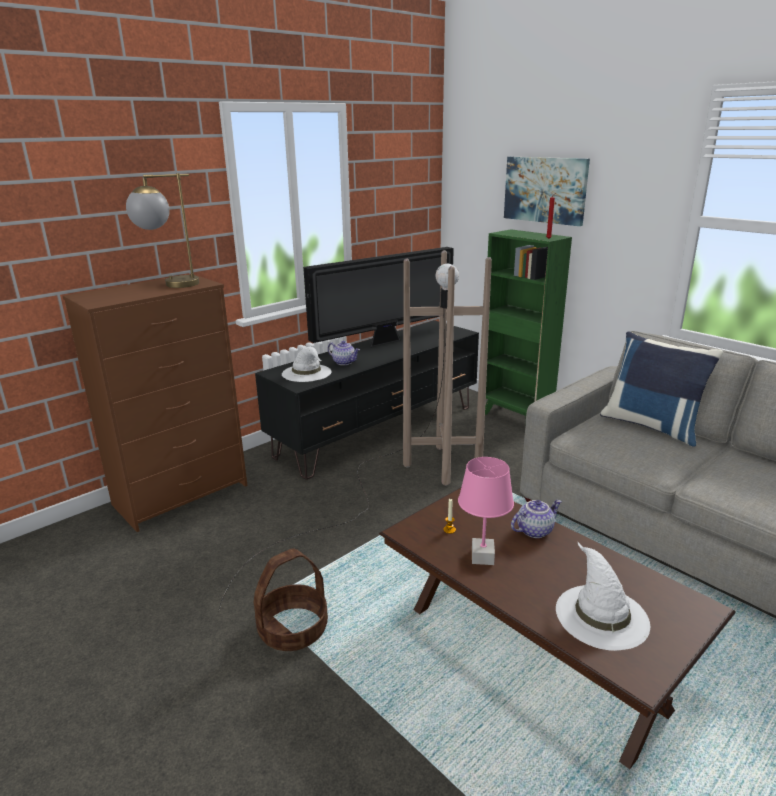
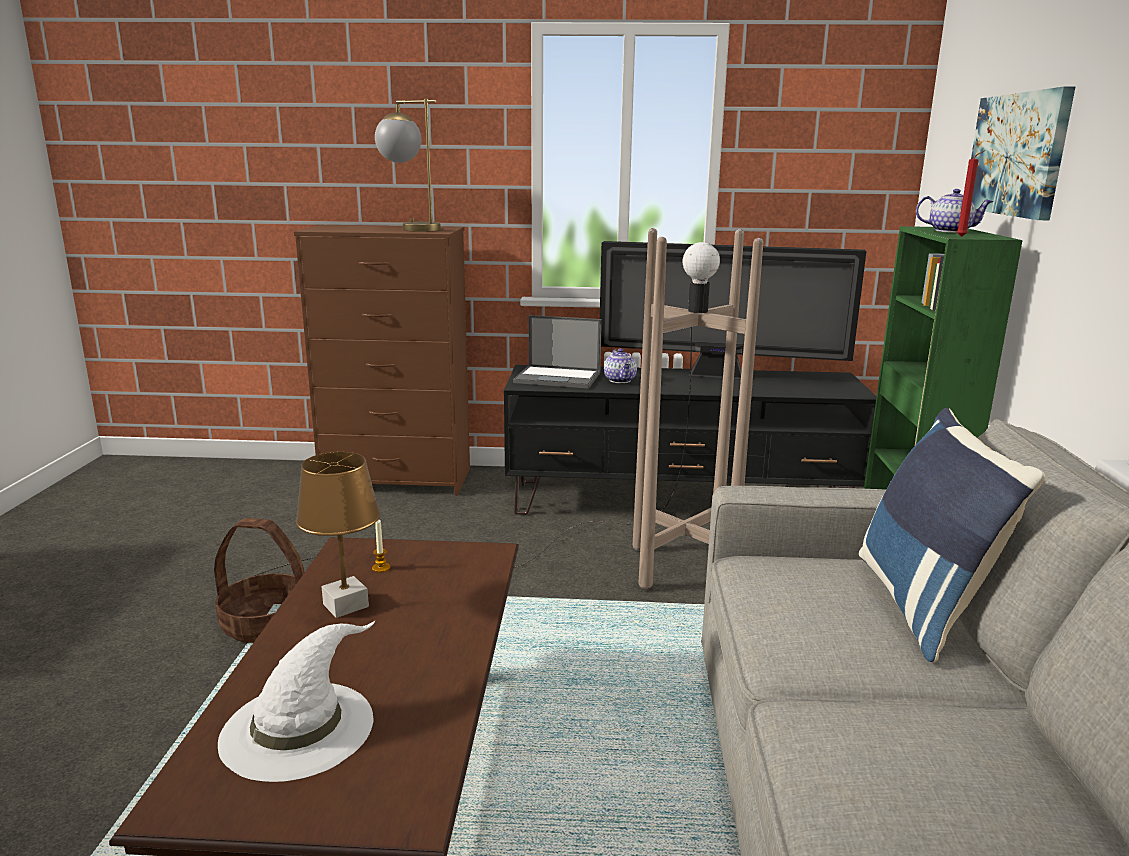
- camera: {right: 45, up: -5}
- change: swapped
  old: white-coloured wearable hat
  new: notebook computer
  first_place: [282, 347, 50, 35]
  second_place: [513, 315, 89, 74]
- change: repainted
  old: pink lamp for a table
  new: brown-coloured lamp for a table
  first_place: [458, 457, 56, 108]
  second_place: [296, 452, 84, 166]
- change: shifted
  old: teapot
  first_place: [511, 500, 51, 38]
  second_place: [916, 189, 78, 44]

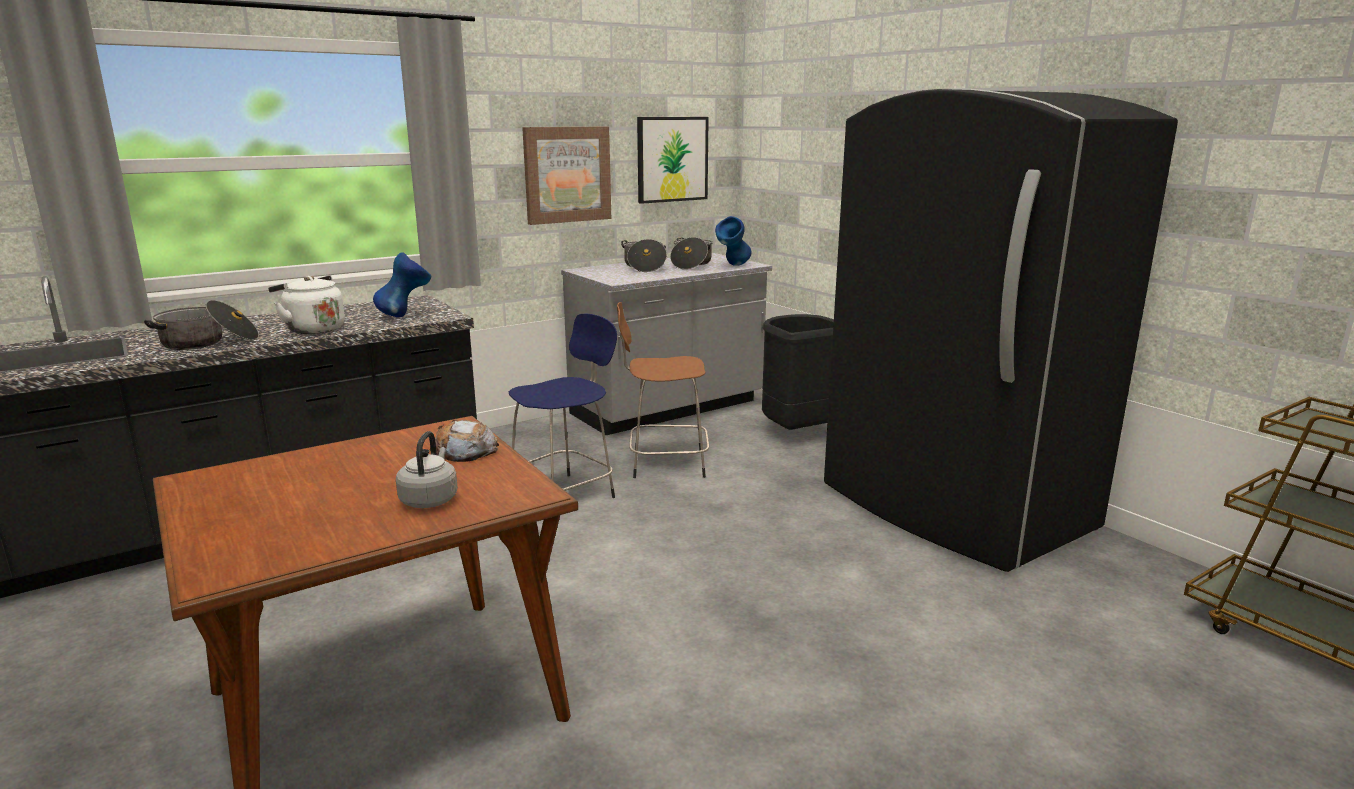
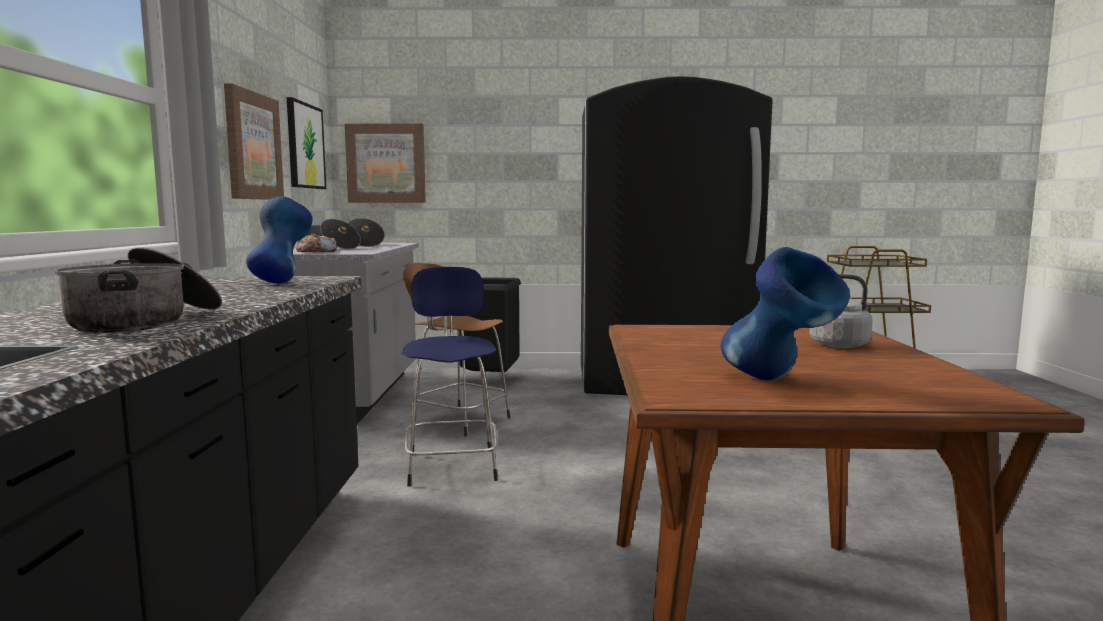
- camera: {right: -55, up: -10}
- change: gone
  old: white-coloured kettle
  first_place: [268, 276, 77, 58]
- change: shifted
  old: bakery bread
  first_place: [430, 419, 69, 43]
  second_place: [296, 233, 41, 19]
- change: shifted
  old: blue flower vase
  first_place: [715, 216, 37, 50]
  second_place: [720, 247, 130, 133]
- change: new
  new: wall art
  second_place: [345, 123, 81, 80]

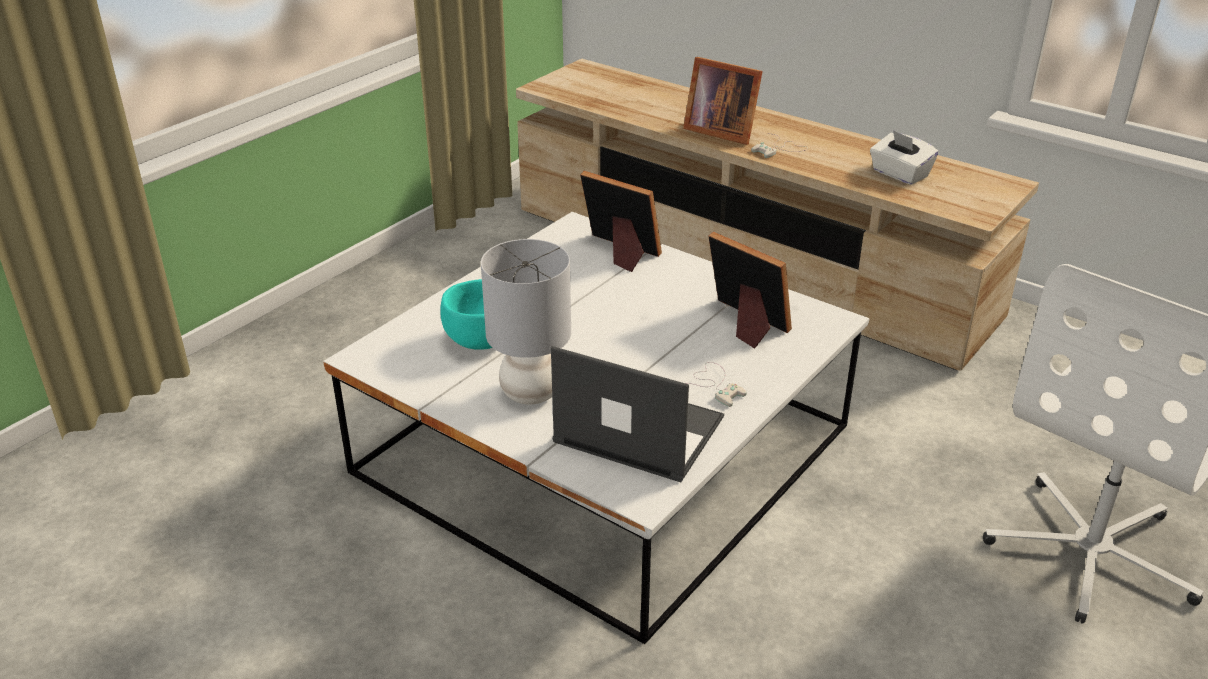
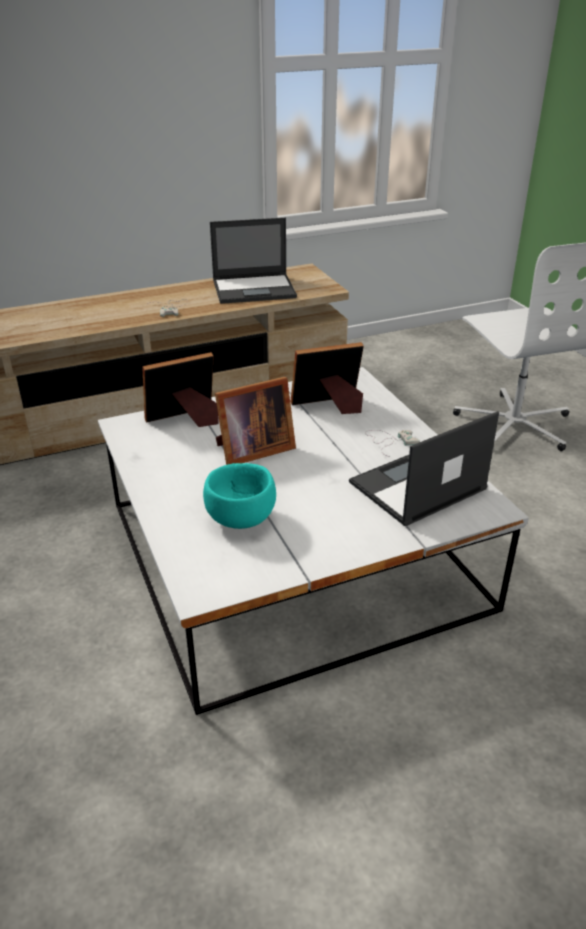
- camera: {right: -60, up: 0}
- change: gone
  old: greyish lamp for a table
  first_place: [481, 239, 90, 165]
- change: shifted
  old: standing frame
  first_place: [683, 57, 80, 88]
  second_place: [215, 377, 81, 88]
- change: swapped
  old: white-coloured tissue box
  new: notebook computer
  first_place: [870, 130, 69, 55]
  second_place: [210, 218, 87, 86]

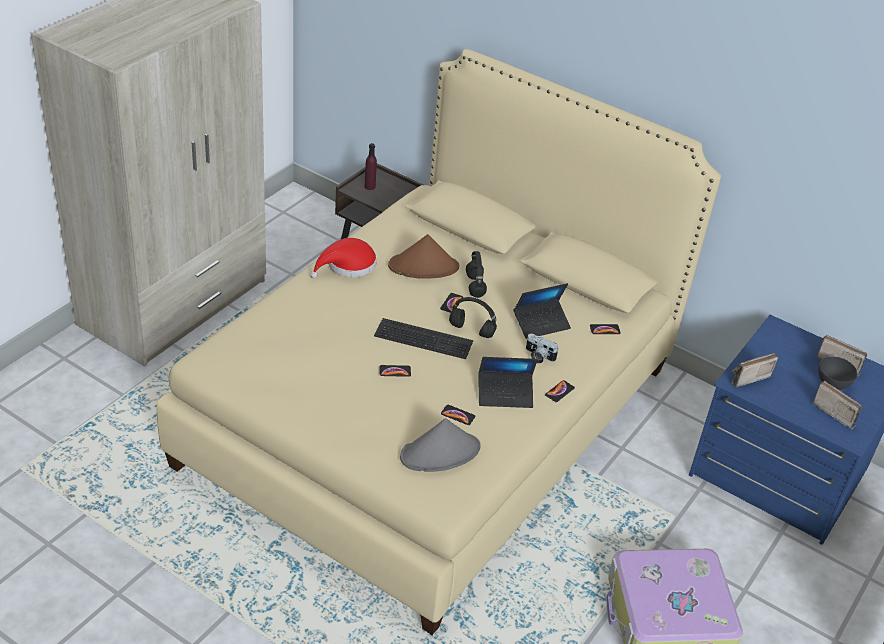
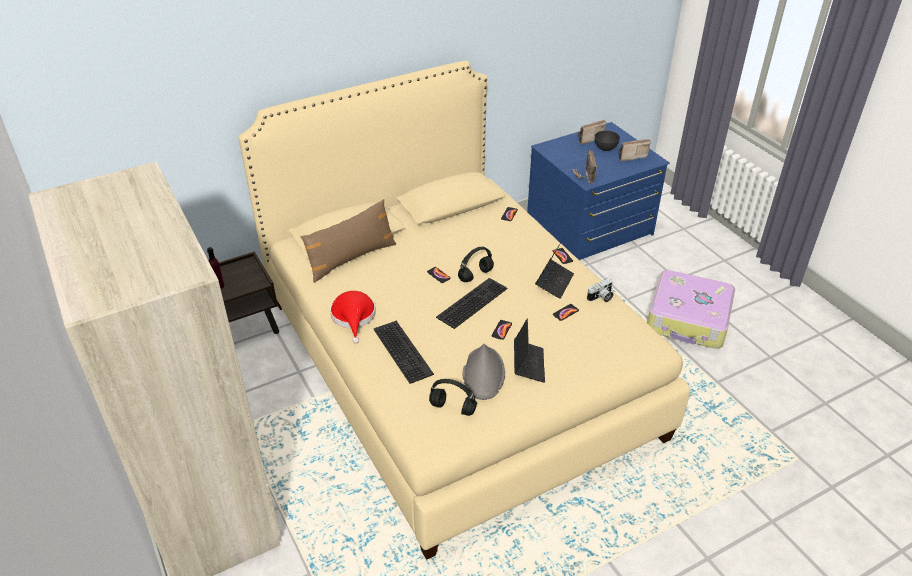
- camera: {right: -60, up: 0}
- change: gone
  old: brown-coloured wearable hat
  first_place: [388, 234, 71, 45]
- change: shifted
  old: greyish wearable hat
  first_place: [400, 418, 81, 54]
  second_place: [463, 344, 42, 56]
- change: shifted
  old: blackish headset
  first_place: [466, 251, 21, 47]
  second_place: [429, 379, 48, 37]
- change: shifted
  old: notebook computer
  first_place: [514, 283, 57, 56]
  second_place: [514, 319, 31, 64]
- change: shifted
  old: photo camera
  first_place: [526, 334, 33, 30]
  second_place: [587, 278, 26, 24]
- change: new
  new: brown-coloured throw pillow
  second_place: [300, 199, 97, 84]
- change: new
  new: keyboard
  second_place: [374, 321, 60, 63]

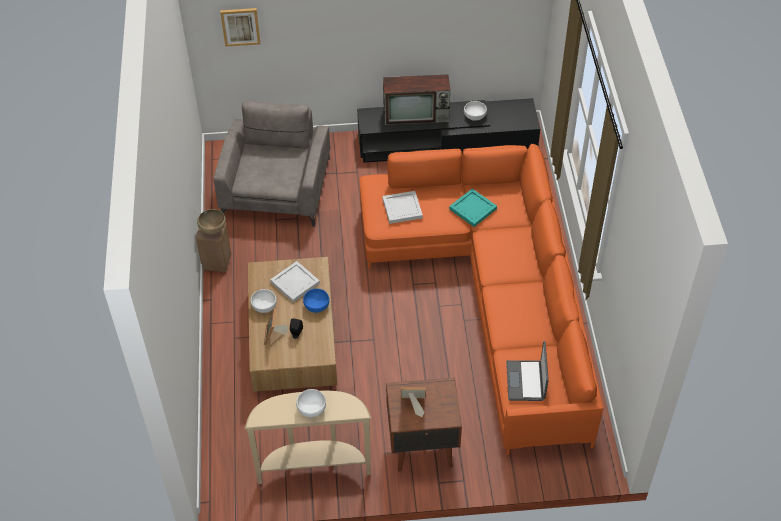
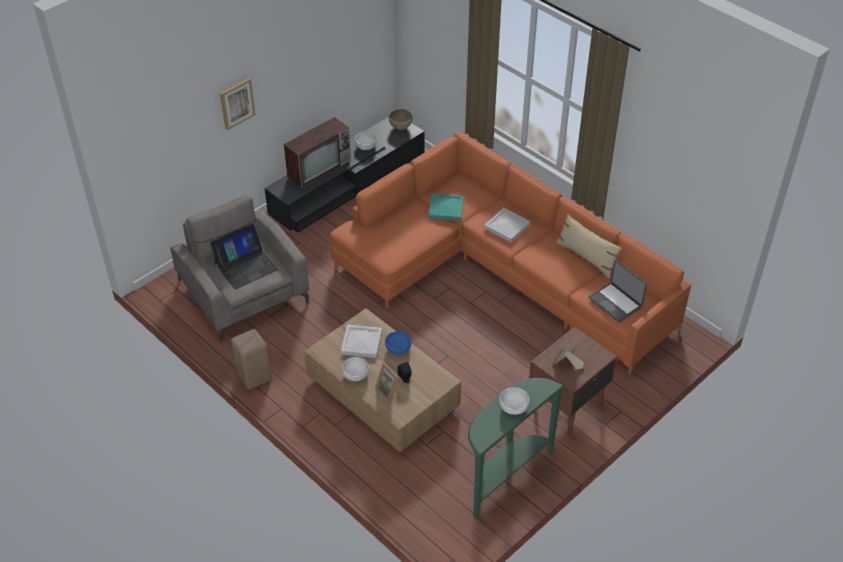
- camera: {right: -40, up: -5}
- change: shifted
  old: brown-coloured bowl
  first_place: [197, 209, 29, 25]
  second_place: [389, 109, 24, 21]
- change: shifted
  old: wall art
  first_place: [220, 8, 41, 39]
  second_place: [220, 78, 36, 52]
- change: repainted
  old: beige narrow table
  new: green-coloured narrow table
  first_place: [245, 391, 126, 93]
  second_place: [468, 378, 96, 141]
- change: shifted
  old: white-coloured tray
  first_place: [382, 191, 41, 33]
  second_place: [484, 208, 46, 34]
- change: new
  new: notebook computer
  second_place: [210, 224, 68, 65]
- change: new
  new: beige throw pillow
  second_place: [556, 214, 66, 65]

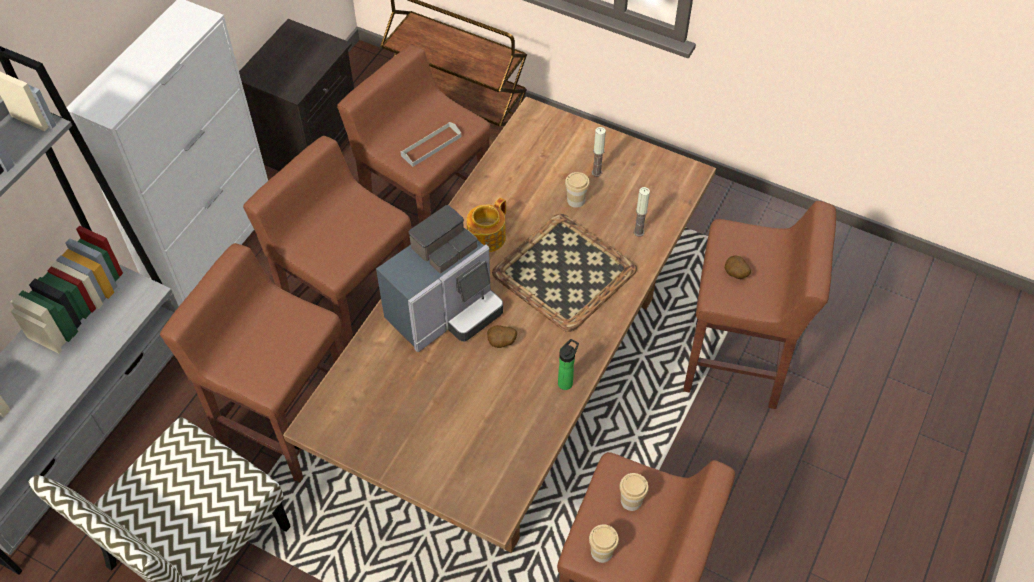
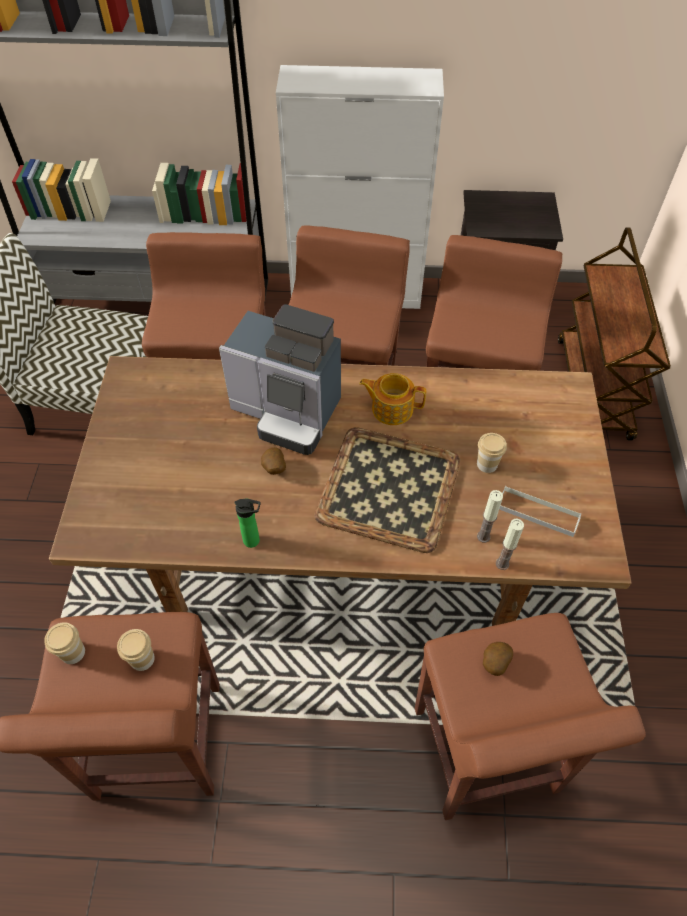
- camera: {right: 65, up: 0}
- change: shifted
  old: greyish tray
  first_place: [400, 122, 62, 45]
  second_place: [499, 486, 83, 51]
- change: shifted
  old: candle
  first_place: [592, 127, 14, 50]
  second_place: [496, 519, 28, 51]

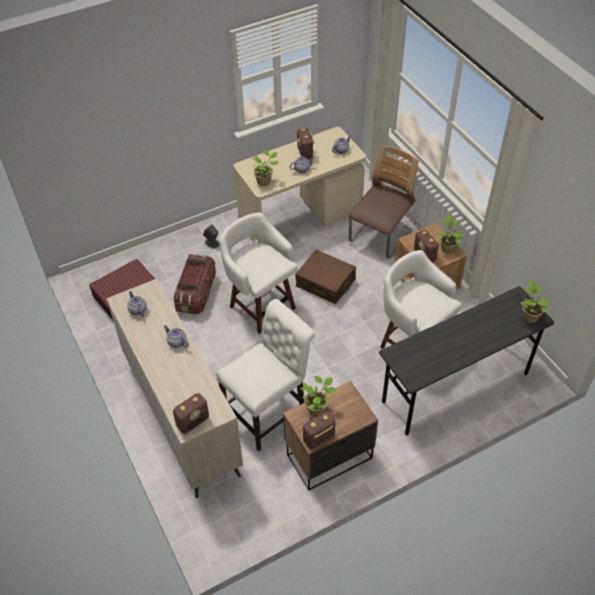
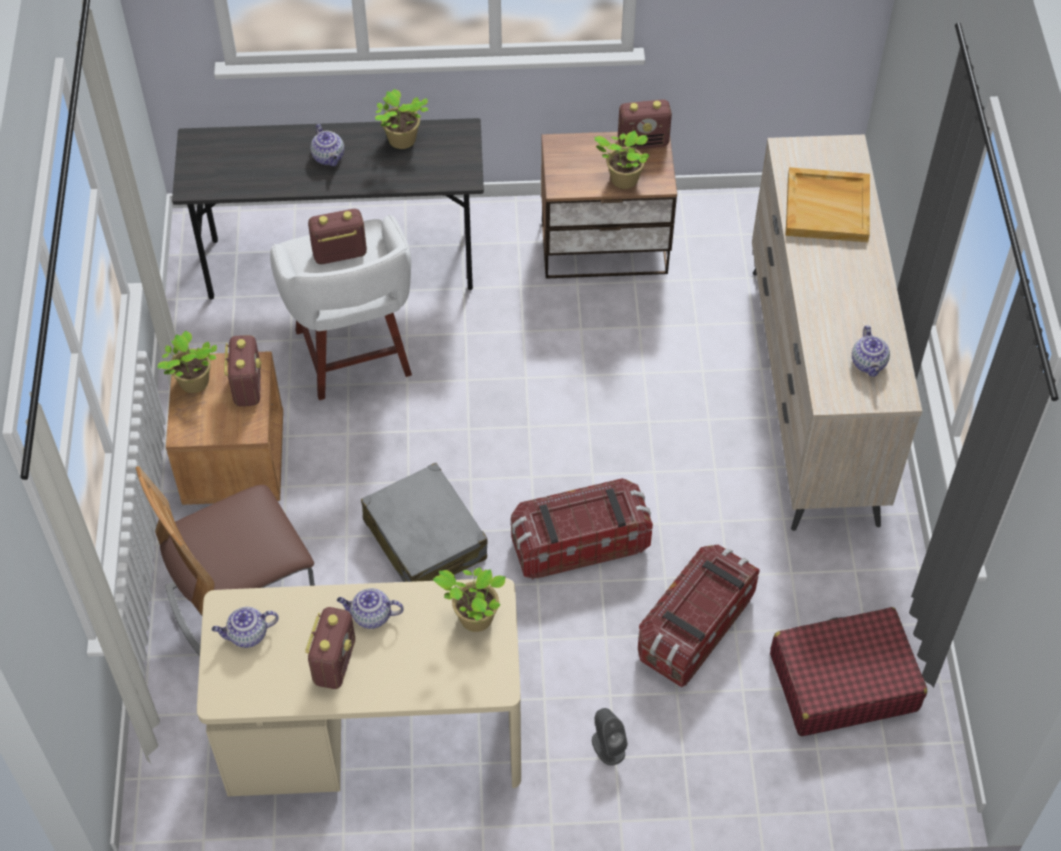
- camera: {right: -155, up: 5}
- change: shifted
  old: teapot
  first_place: [164, 325, 24, 23]
  second_place: [311, 124, 33, 42]
- change: shifted
  old: radio
  first_place: [173, 393, 36, 41]
  second_place: [308, 209, 59, 55]
- change: gone
  old: white-coloured upright chair
  first_place: [216, 299, 99, 153]
- change: swapped
  old: white-coloured sitting stool
  new: storage bin
  first_place: [219, 212, 79, 122]
  second_place: [511, 478, 142, 102]
- change: repainted
  old: brown-coloured travel case
  new: greyish travel case
  first_place: [295, 250, 61, 54]
  second_place: [361, 463, 126, 119]
- change: shifted
  old: potted plant
  first_place: [520, 279, 30, 44]
  second_place: [375, 89, 53, 60]
- change: new
  new: beige tray
  second_place: [786, 167, 84, 75]

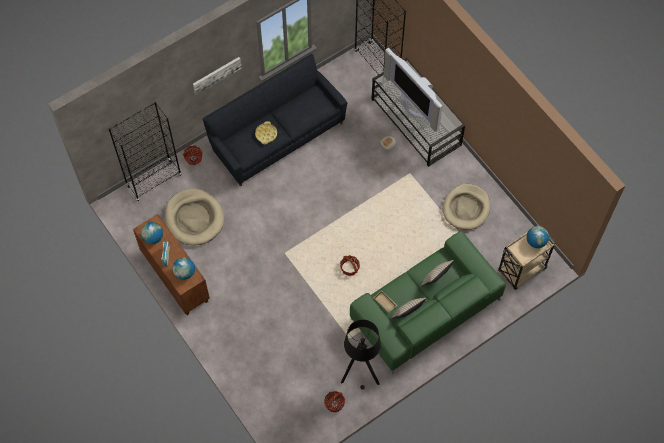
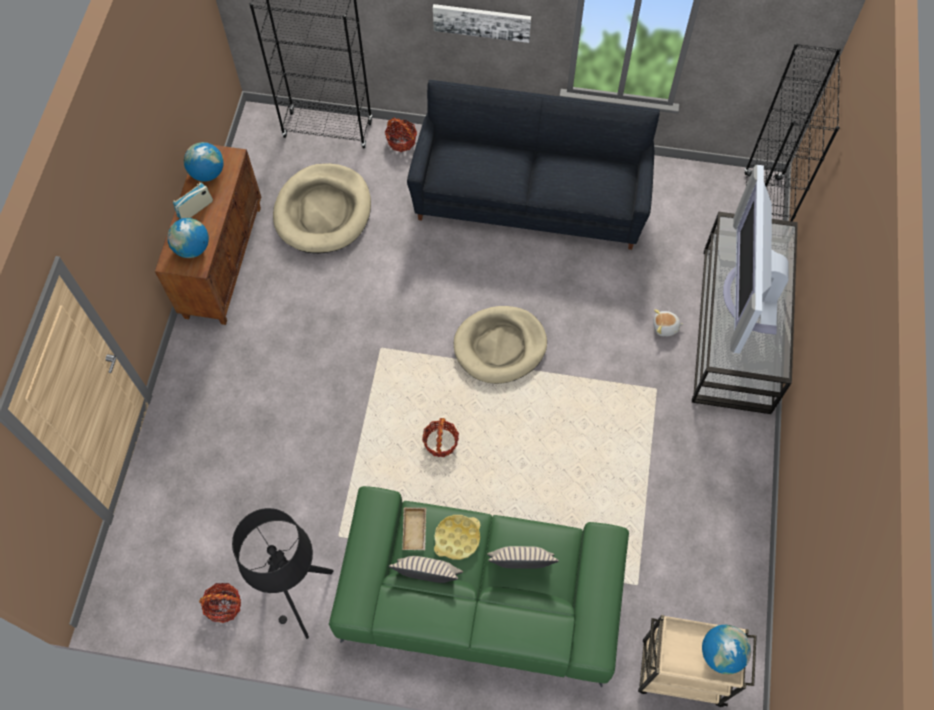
- camera: {right: 45, up: 0}
- change: shifted
  old: yellowish tray
  first_place: [255, 121, 22, 23]
  second_place: [434, 515, 47, 45]
- change: shifted
  old: beige dog cushion
  first_place: [443, 184, 47, 46]
  second_place: [454, 306, 93, 78]

